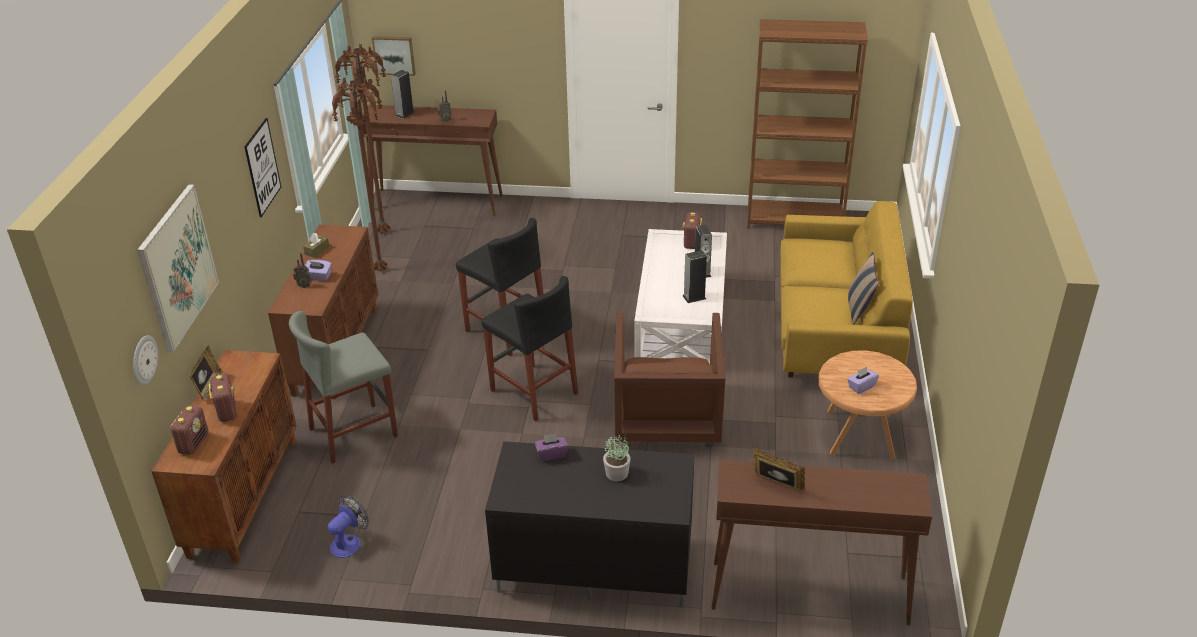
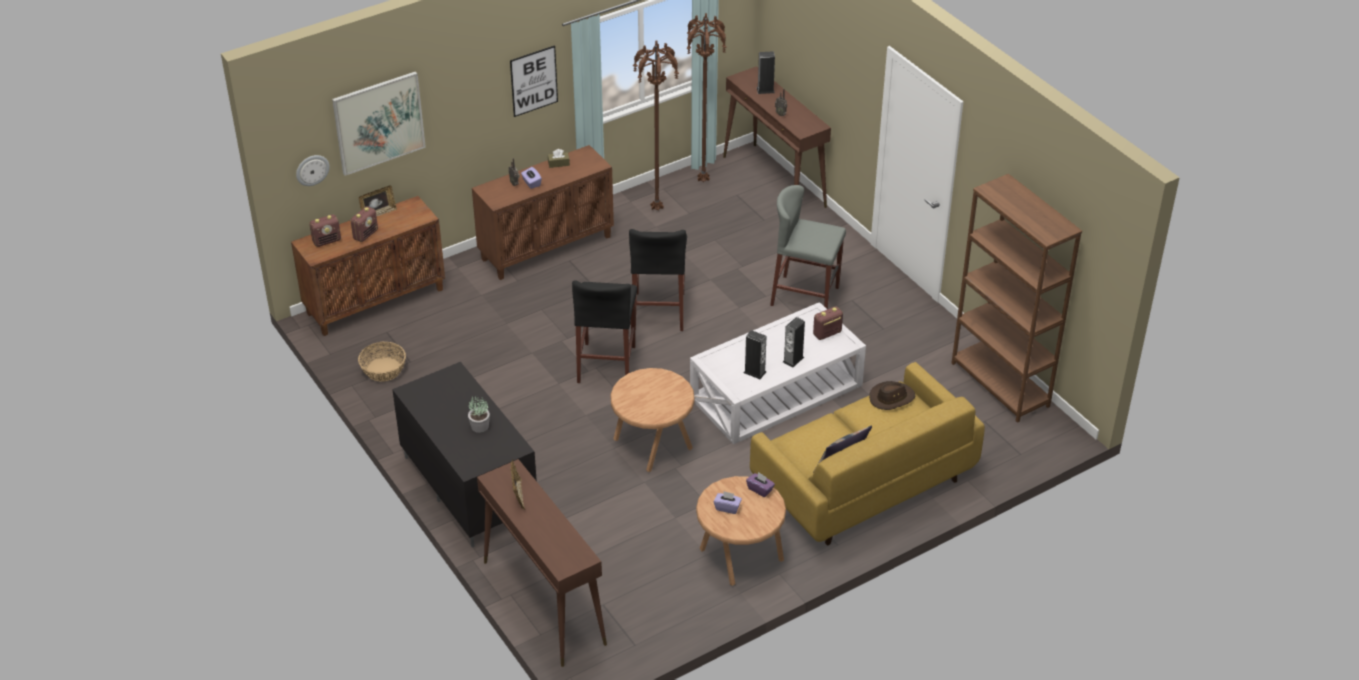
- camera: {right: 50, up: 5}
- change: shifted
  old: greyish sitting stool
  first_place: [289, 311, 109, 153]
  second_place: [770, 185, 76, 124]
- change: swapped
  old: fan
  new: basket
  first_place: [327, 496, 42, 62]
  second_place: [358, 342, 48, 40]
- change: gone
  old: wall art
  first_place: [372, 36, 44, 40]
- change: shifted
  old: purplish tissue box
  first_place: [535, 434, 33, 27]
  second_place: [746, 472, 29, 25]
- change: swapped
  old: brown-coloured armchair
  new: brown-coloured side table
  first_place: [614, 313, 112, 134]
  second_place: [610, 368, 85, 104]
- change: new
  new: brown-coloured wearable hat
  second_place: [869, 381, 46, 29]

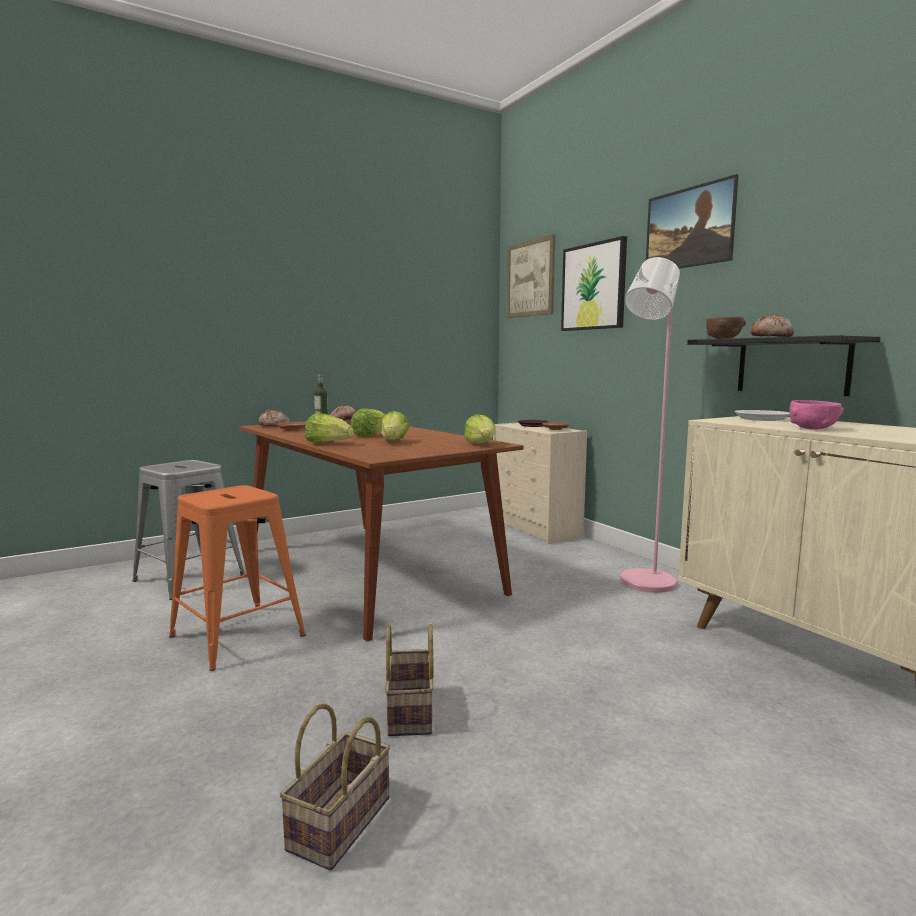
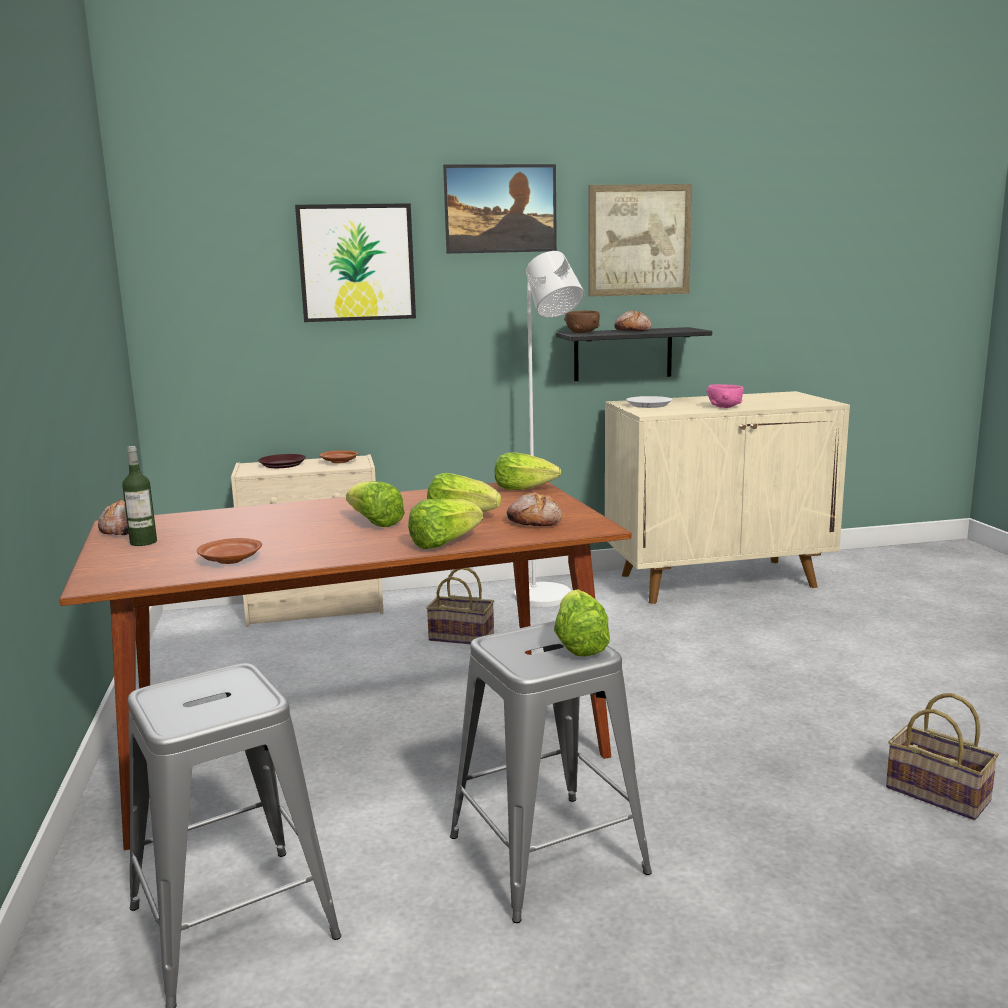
- camera: {right: -70, up: 5}
- change: repainted
  old: orange-coloured sitting stool
  new: greyish sitting stool
  first_place: [169, 485, 137, 186]
  second_place: [450, 621, 202, 302]
- change: shifted
  old: bakery bread
  first_place: [258, 409, 32, 17]
  second_place: [507, 492, 54, 34]
- change: shifted
  old: basket
  first_place: [385, 624, 49, 112]
  second_place: [426, 568, 68, 76]
- change: shifted
  old: wall art
  first_place: [507, 234, 48, 84]
  second_place: [589, 184, 103, 113]
- change: repainted
  old: pink standard lamp
  new: white-coloured standard lamp
  first_place: [621, 257, 59, 336]
  second_place: [514, 251, 70, 356]
- change: new
  new: lettuce
  second_place: [554, 589, 56, 68]

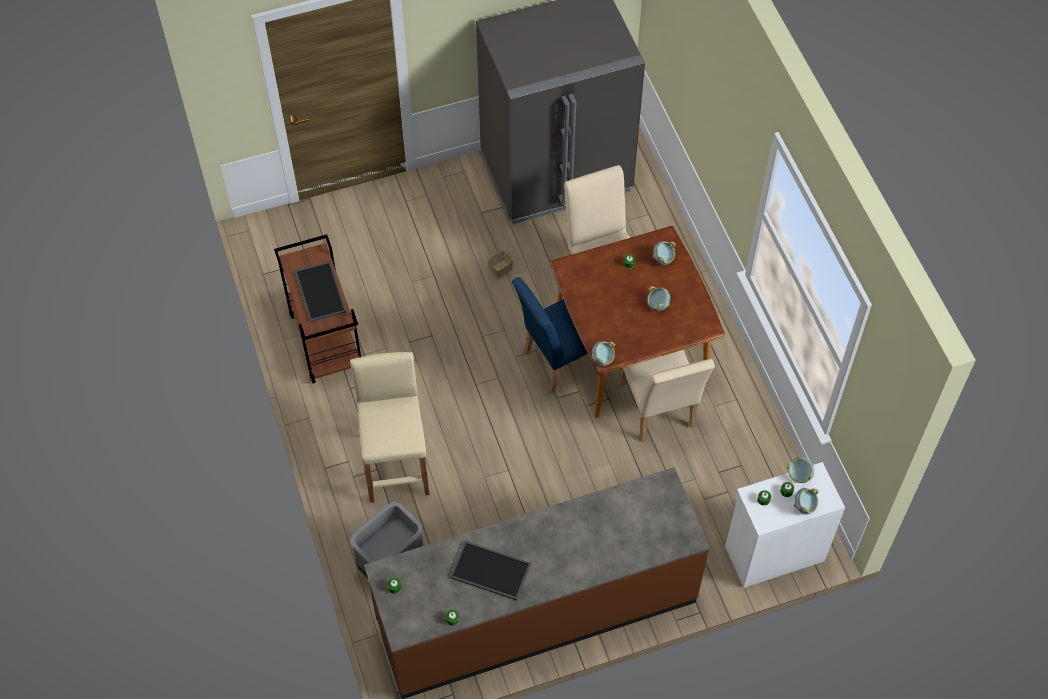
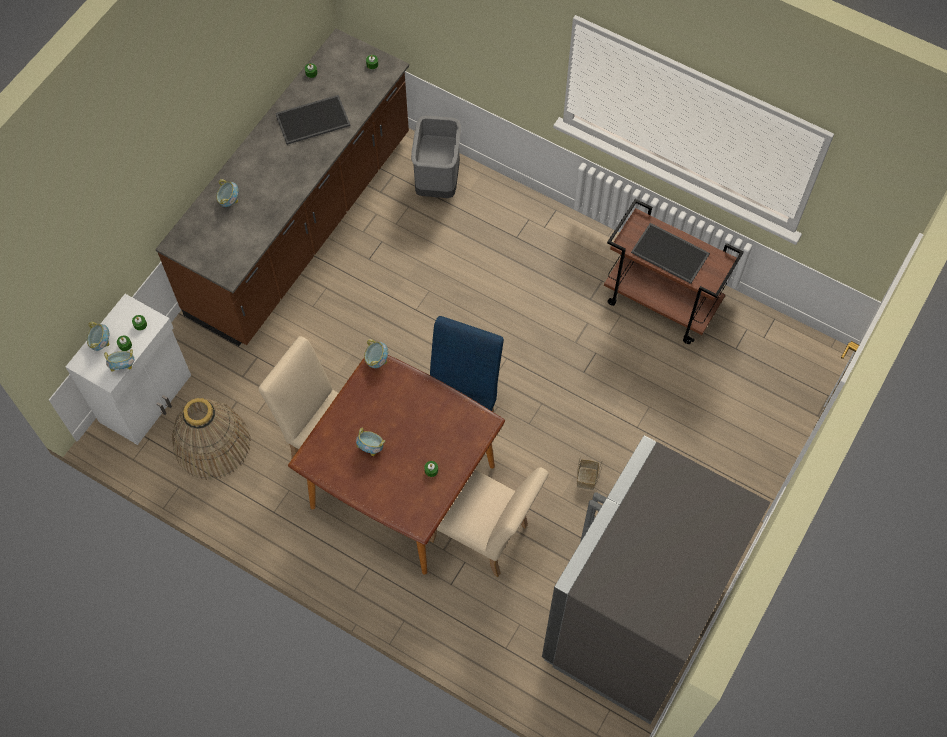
- camera: {right: 140, up: 5}
- change: gone
  old: beige sitting stool
  first_place: [350, 352, 79, 151]
- change: shifted
  old: bowl
  first_place: [653, 241, 23, 24]
  second_place: [216, 179, 23, 28]
- change: new
  new: basket
  second_place: [172, 398, 79, 82]

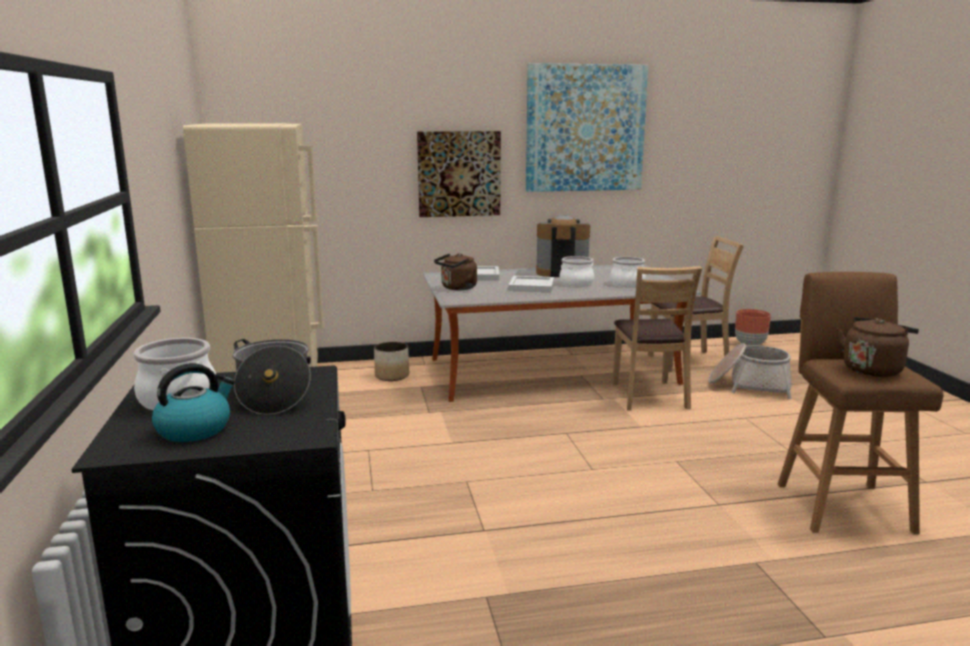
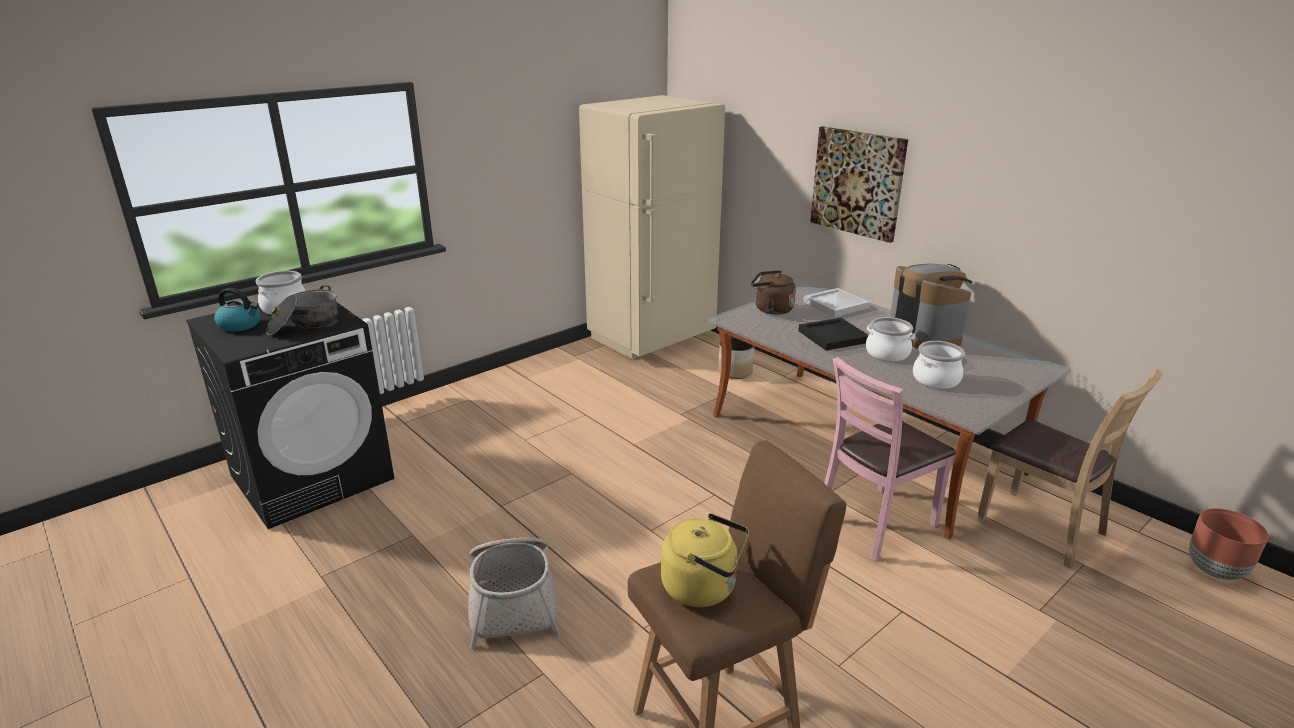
- camera: {right: 60, up: 10}
- change: repainted
  old: white-coloured tray
  new: blackish tray
  first_place: [508, 276, 46, 16]
  second_place: [798, 318, 71, 33]
- change: gone
  old: wall art
  first_place: [526, 63, 122, 129]
- change: repainted
  old: brown-coloured upright chair
  new: pink upright chair
  first_place: [613, 266, 89, 145]
  second_place: [824, 357, 132, 204]
- change: shifted
  old: basket
  first_place: [708, 343, 84, 57]
  second_place: [468, 538, 93, 111]
- change: repainted
  old: brown-coloured kettle
  new: yellowish kettle
  first_place: [837, 317, 82, 60]
  second_place: [661, 513, 88, 94]

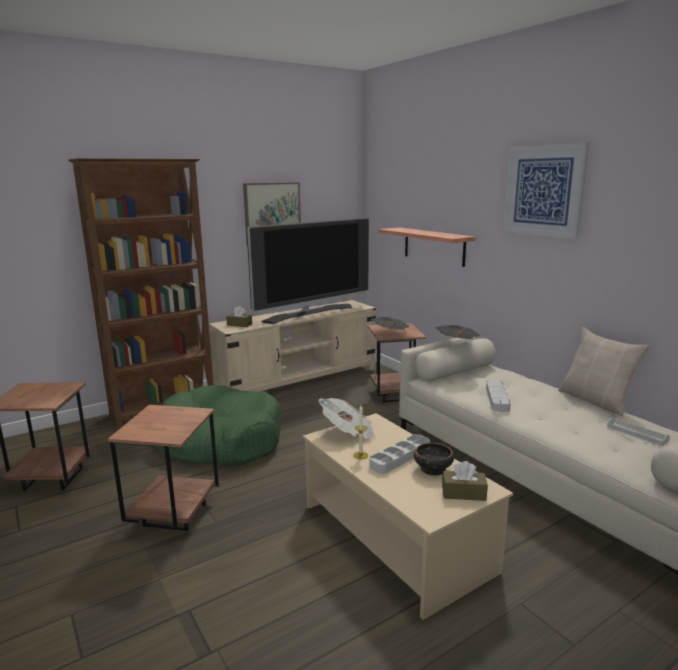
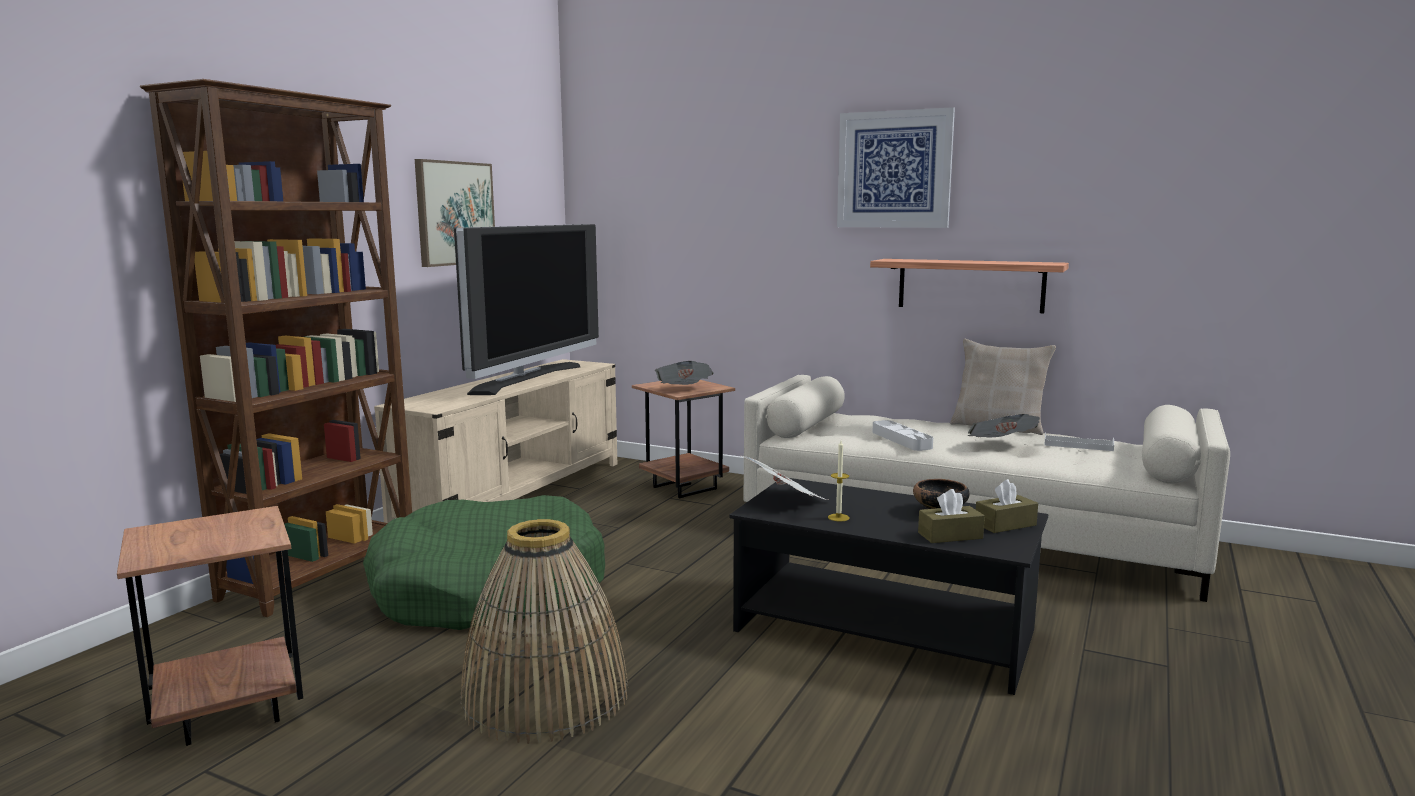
- camera: {right: -30, up: -5}
- change: swapped
  old: brown-coloured side table
  new: basket
  first_place: [108, 405, 111, 126]
  second_place: [460, 519, 168, 225]
- change: shifted
  old: brown-coloured tissue box
  first_place: [226, 306, 26, 21]
  second_place: [918, 489, 67, 54]
- change: repainted
  old: beige lounge table
  new: blackish lounge table
  first_place: [303, 413, 210, 207]
  second_place: [729, 478, 319, 217]
- change: gone
  old: greyish tray
  first_place: [369, 434, 61, 40]
- change: shifted
  old: wall shelf
  first_place: [378, 228, 97, 39]
  second_place: [870, 259, 199, 54]
- change: shifted
  old: newspaper
  first_place: [435, 325, 45, 14]
  second_place: [967, 414, 73, 24]

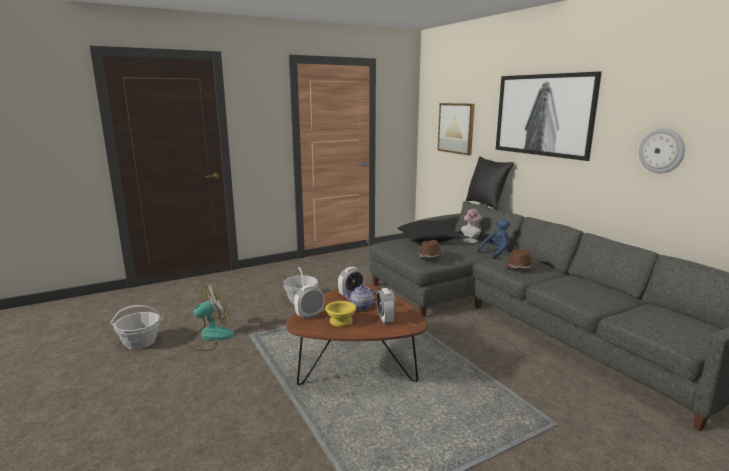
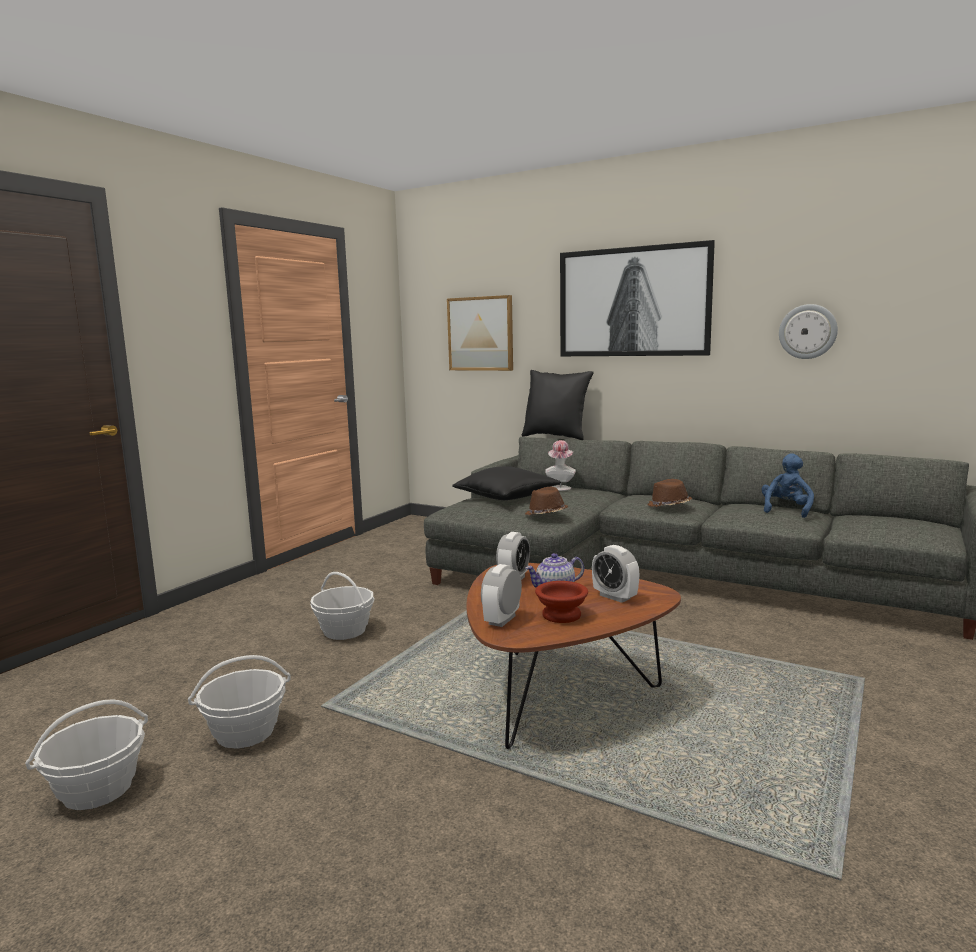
- camera: {right: -30, up: -5}
- change: swapped
  old: fan
  new: basket
  first_place: [184, 284, 50, 67]
  second_place: [188, 655, 103, 94]
- change: repainted
  old: yellowish bowl
  new: brown-coloured bowl
  first_place: [325, 301, 32, 26]
  second_place: [535, 581, 53, 42]
- change: shifted
  old: blue cuddly toy
  first_place: [477, 219, 34, 40]
  second_place: [761, 453, 53, 65]

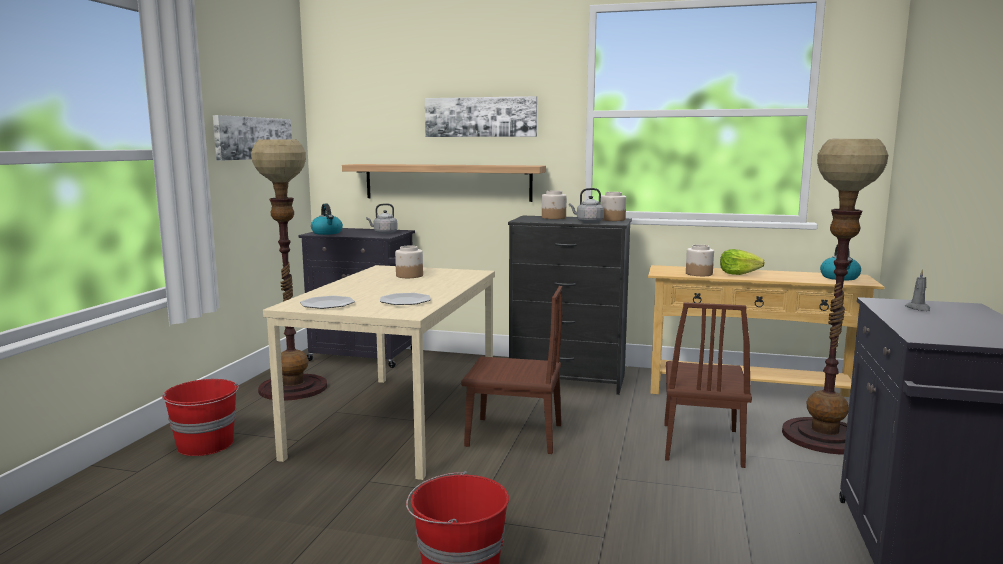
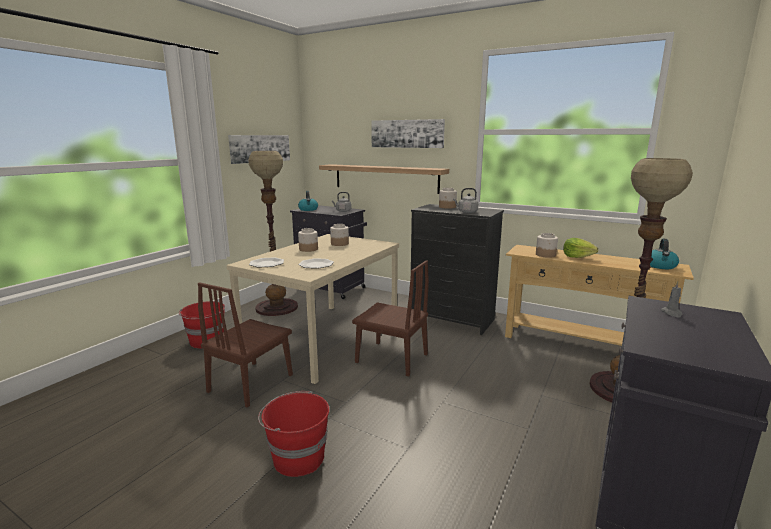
- camera: {right: 15, up: 5}
- change: shifted
  old: jar
  first_place: [601, 192, 25, 29]
  second_place: [298, 228, 20, 24]
- change: shifted
  old: brown-coloured upright chair
  first_place: [664, 302, 88, 166]
  second_place: [198, 282, 95, 126]

